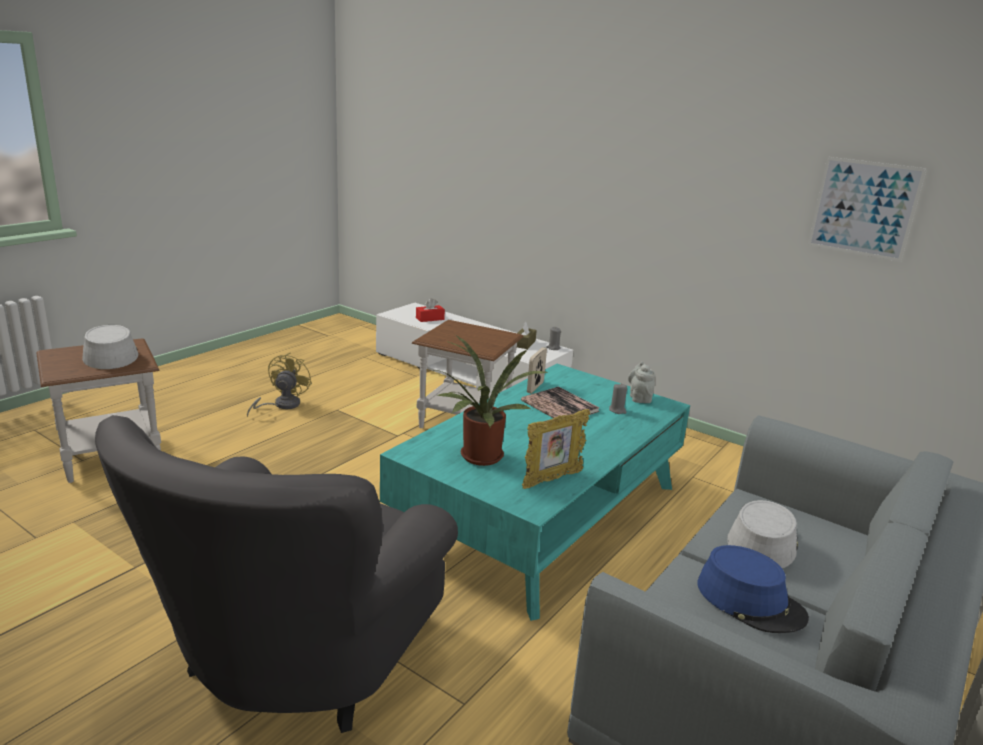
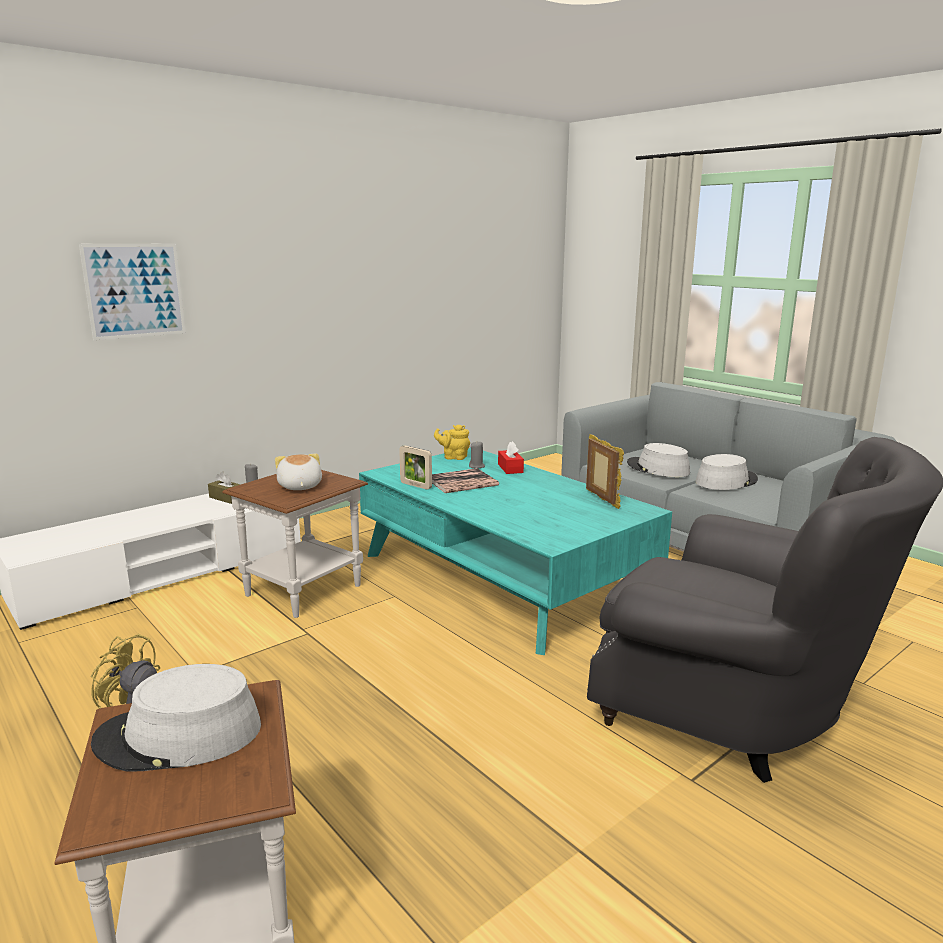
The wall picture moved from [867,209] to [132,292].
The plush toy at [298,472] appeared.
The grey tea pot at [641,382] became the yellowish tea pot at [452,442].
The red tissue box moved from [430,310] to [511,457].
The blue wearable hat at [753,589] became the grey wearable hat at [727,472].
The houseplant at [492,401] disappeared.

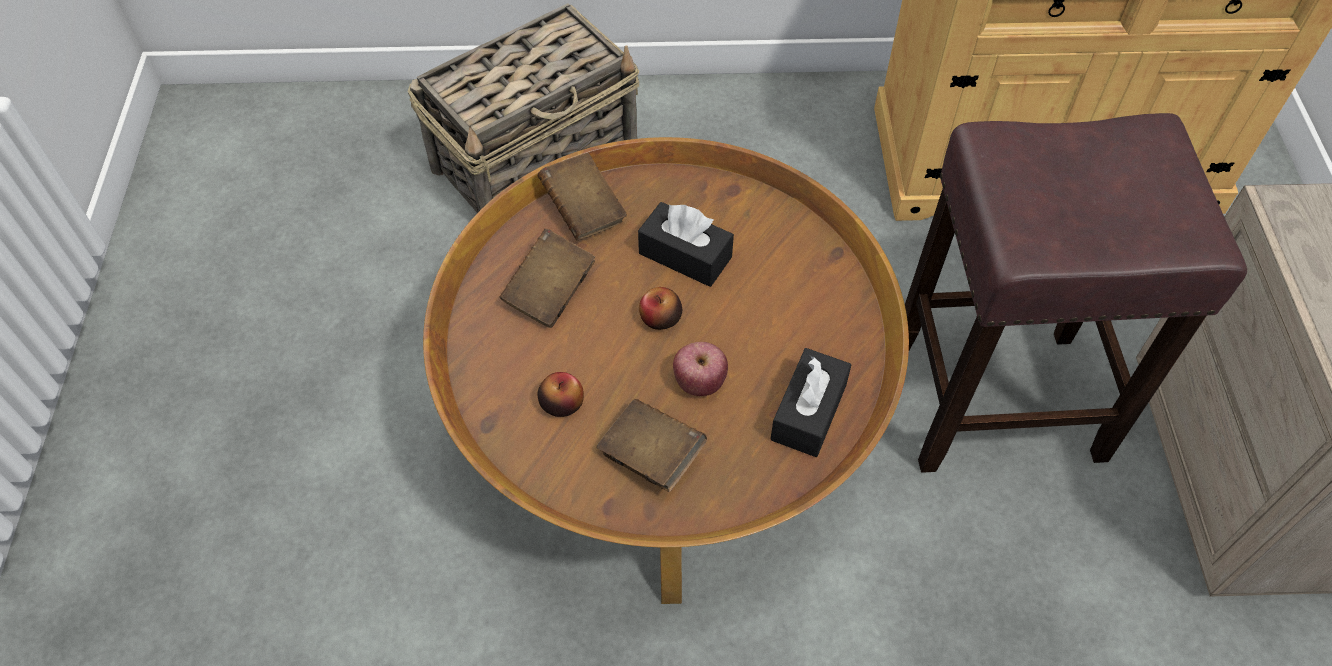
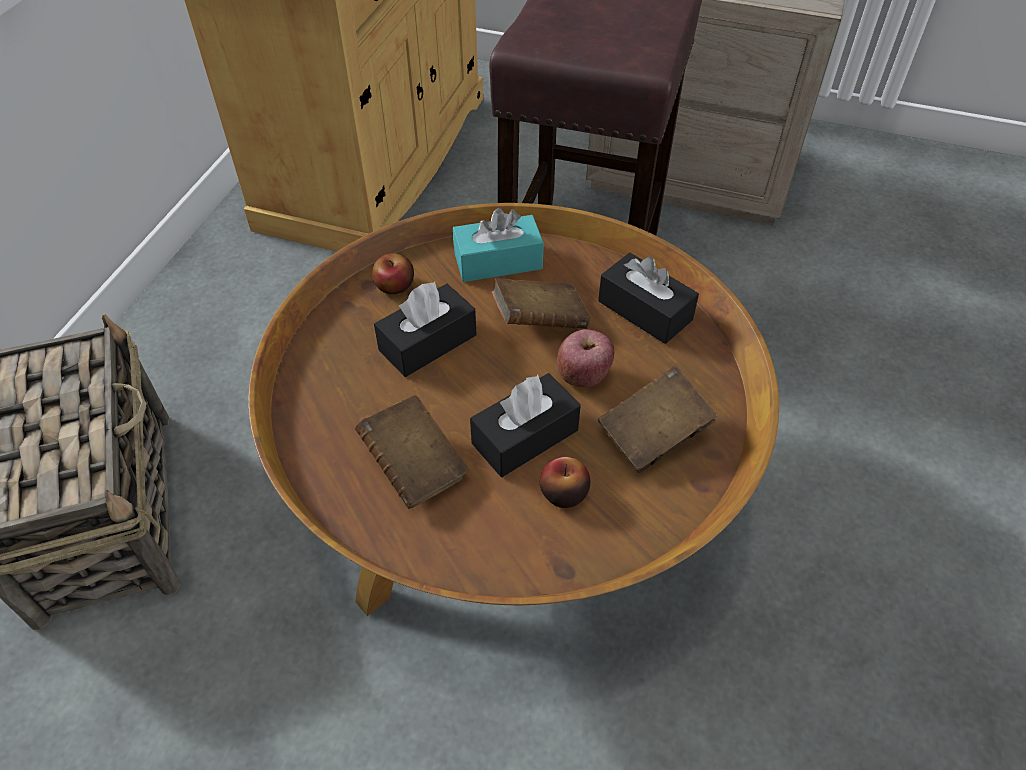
The whole apple moved from [660,308] to [393,273].
The turquoise tissue box at [498,245] appeared.
The black-coloured tissue box at [525,425] appeared.
The brownish volume moved from [582,196] to [541,303].

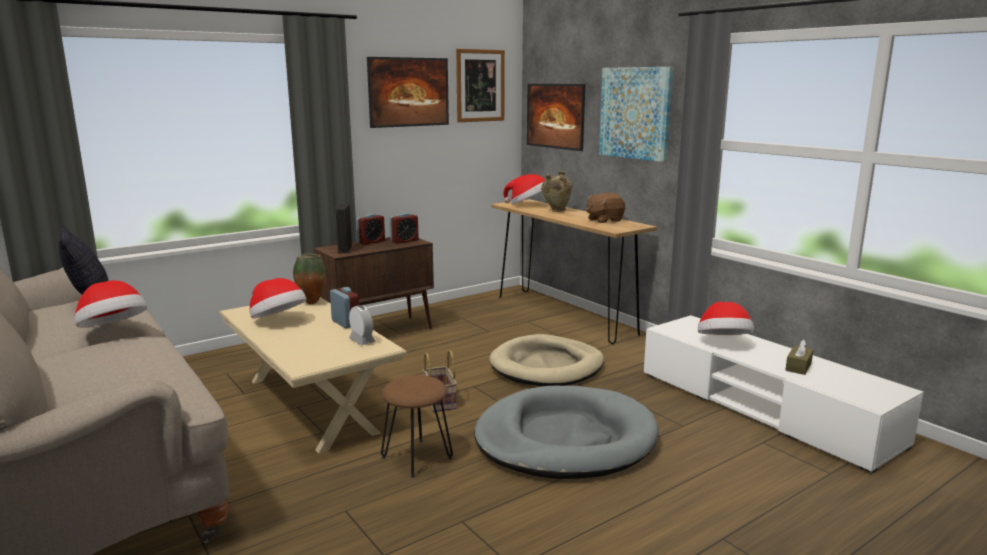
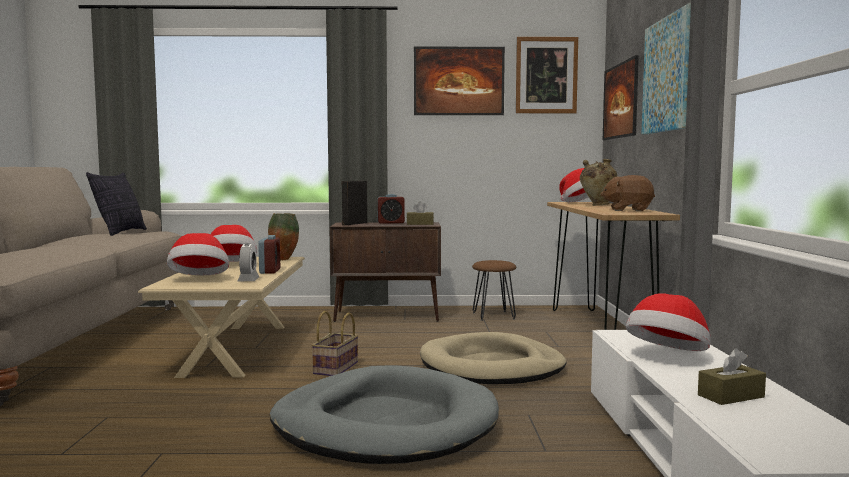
The wearable hat moved from [110,304] to [198,254].
The alarm clock at [404,228] was replaced by the brownish tissue box at [420,213].
The brownish stool moved from [417,426] to [494,290].

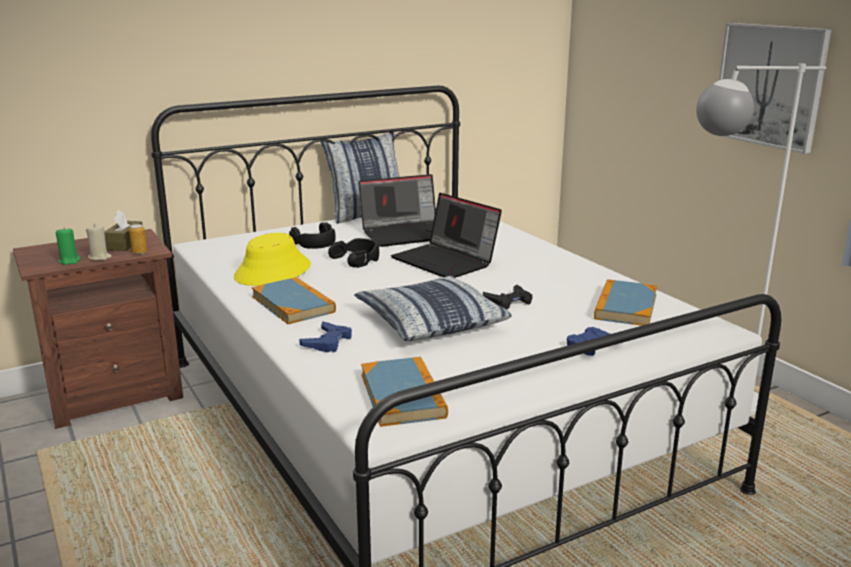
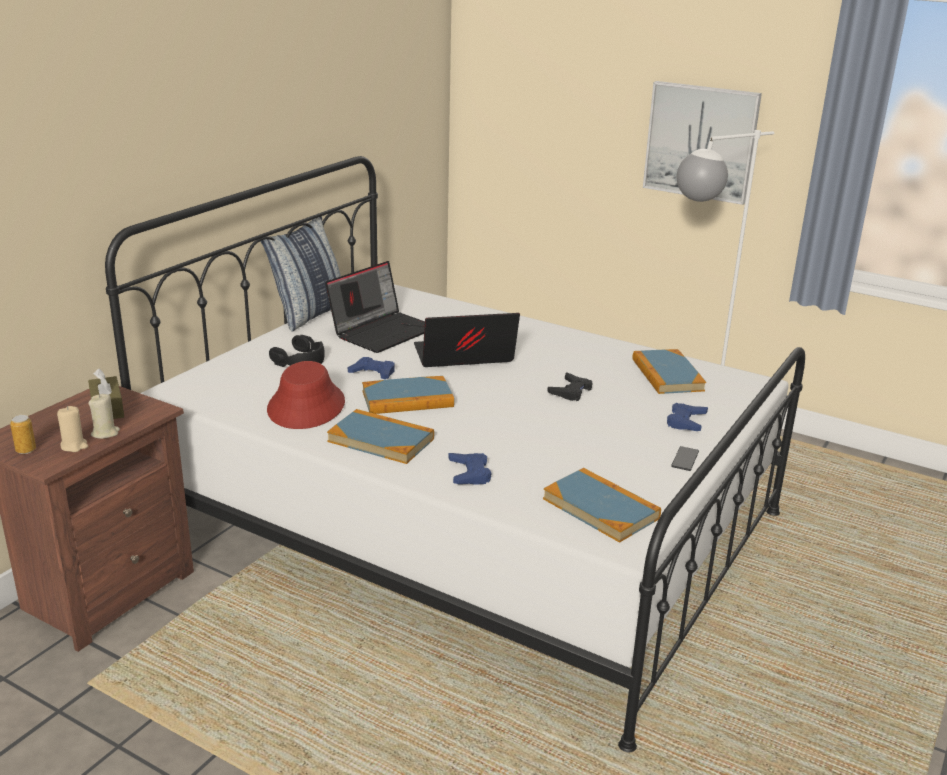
The can moved from [138,239] to [23,434].
The green-coloured wax light at [68,246] became the beige-coloured wax light at [72,429].
The yellowish wearable hat at [272,259] became the red wearable hat at [306,395].
The black-coloured headset at [353,253] was replaced by the blue game controller at [371,368].
The volume at [408,395] appeared.
The laptop at [446,235] turned 150 degrees clockwise.
The phone at [685,458] appeared.
The cushion at [432,308] disappeared.

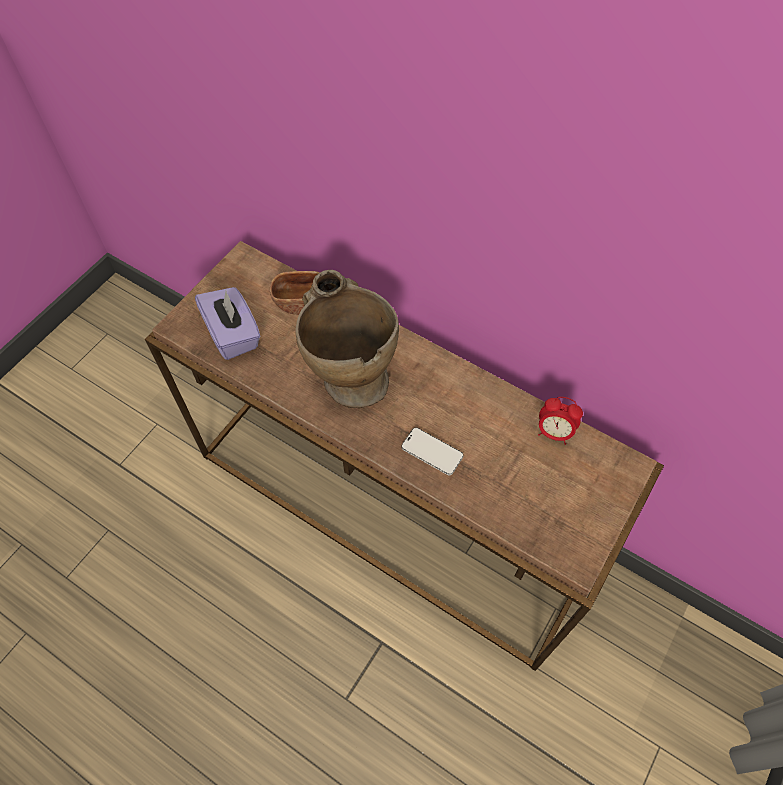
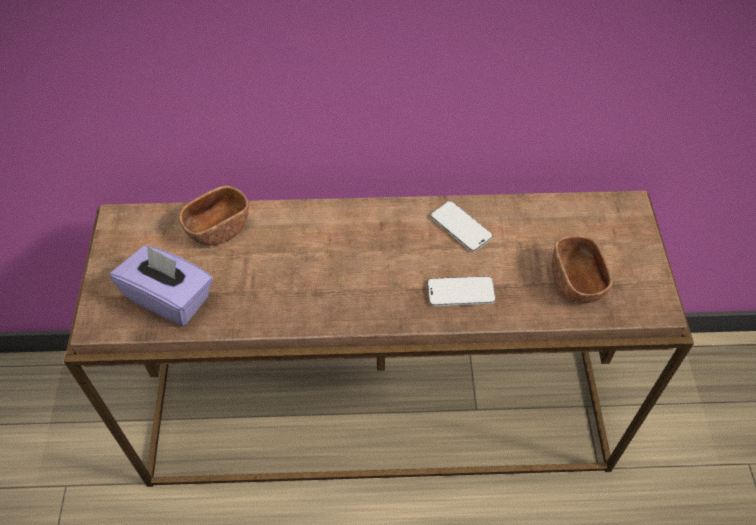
The phone at [462,226] appeared.
The brownish serving bowl at [582,269] appeared.
The beige-coloured flower vase at [347,339] disappeared.
The alarm clock at [560,421] disappeared.

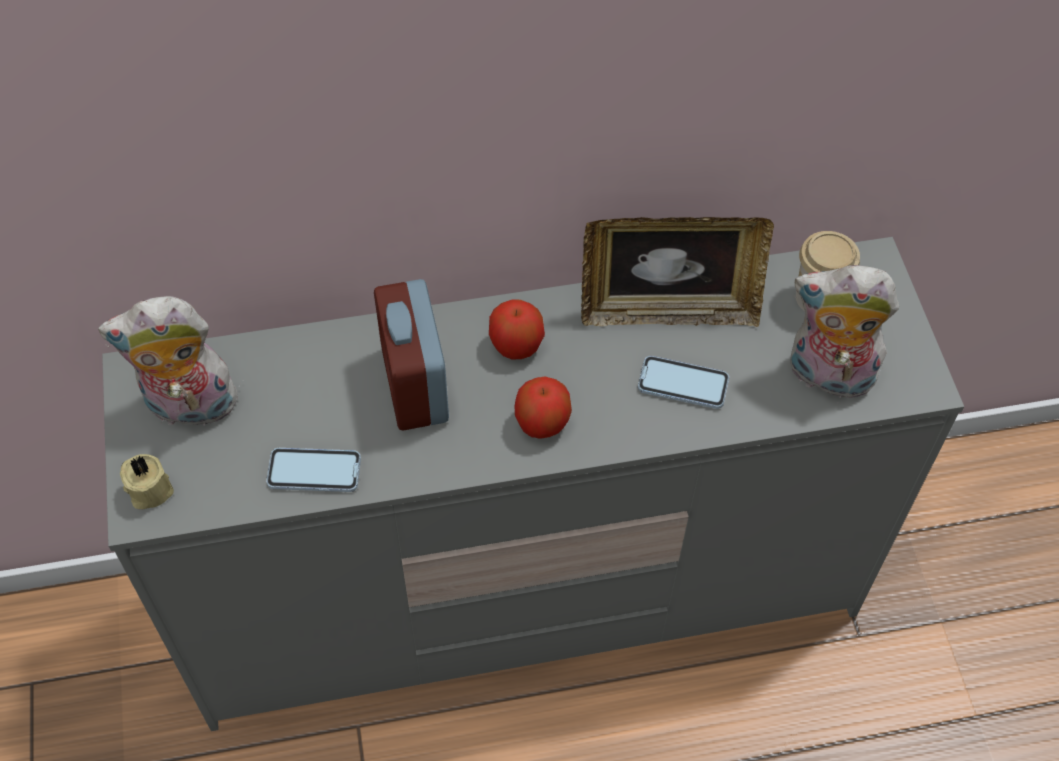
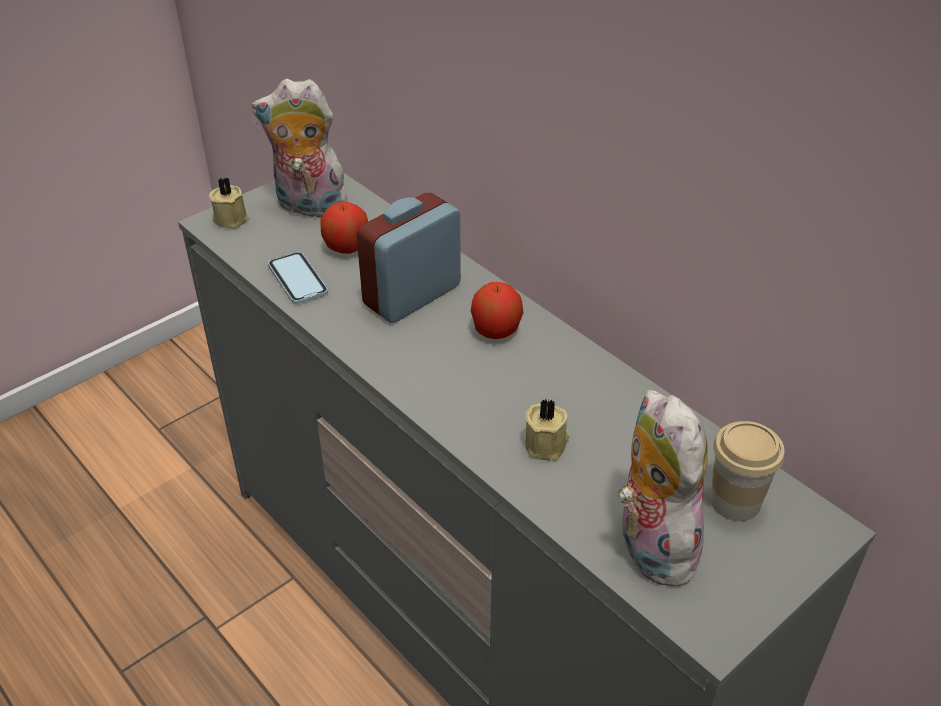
The plush toy at [169,364] turned 45 degrees counterclockwise.
The whole apple moved from [543,407] to [344,227].
The phone at [683,382] was replaced by the beige-coloured wax light at [547,429].
The photo frame at [677,272] disappeared.

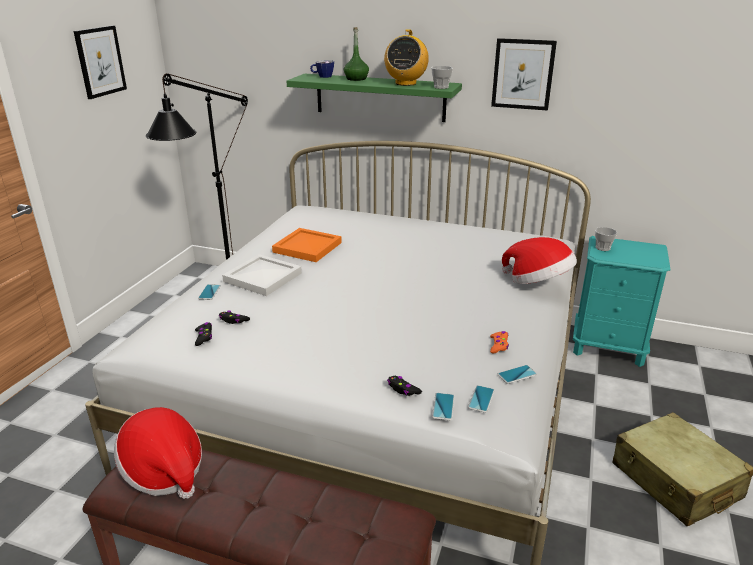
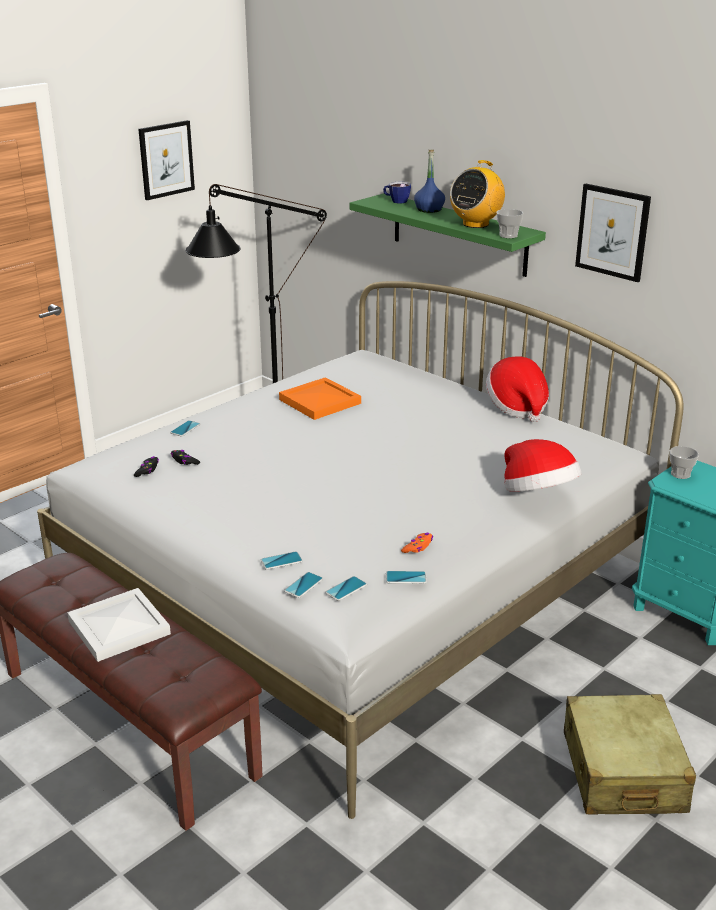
The white serving tray moved from [262,275] to [119,625].
The black-coloured game controller at [404,386] was replaced by the phone at [282,560].
The green-coloured beverage bottle at [356,54] became the blue beverage bottle at [429,181].
The wearable hat moved from [158,453] to [517,389].

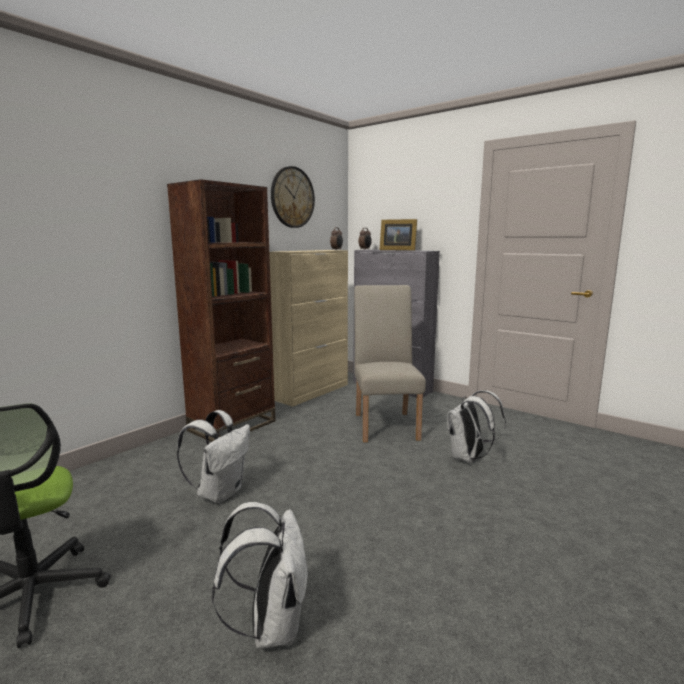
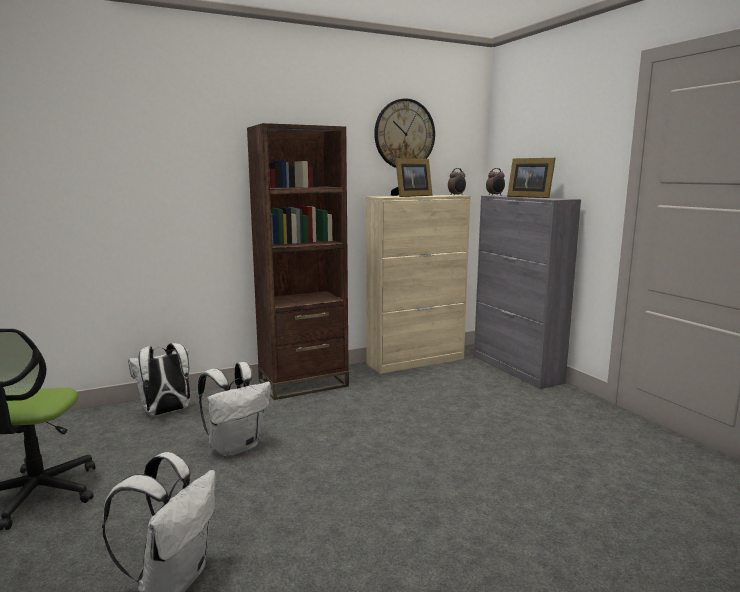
The white backpack moved from [476,426] to [159,379].
The photo frame at [411,177] appeared.
The beige-coloured upright chair at [390,363] disappeared.

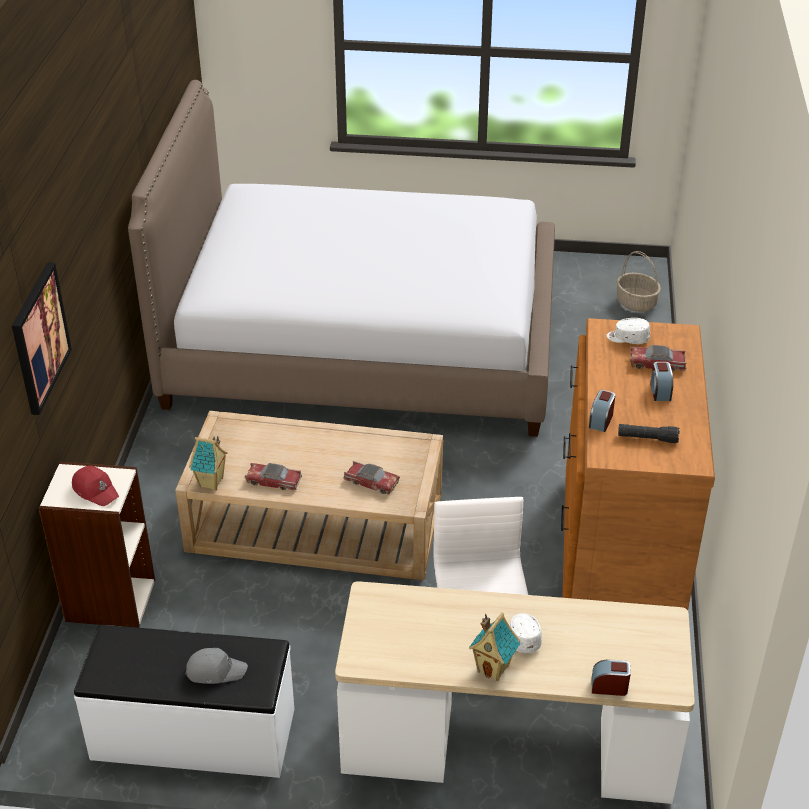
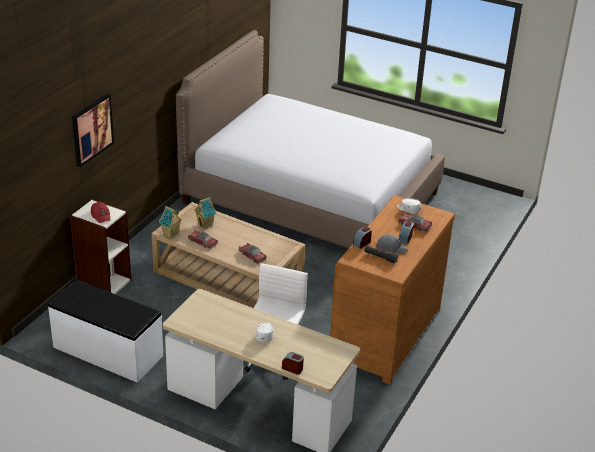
The miniature house moved from [494,647] to [205,213].
The grey peaked cap moved from [217,666] to [392,244].
The basket at [639,281] disappeared.

